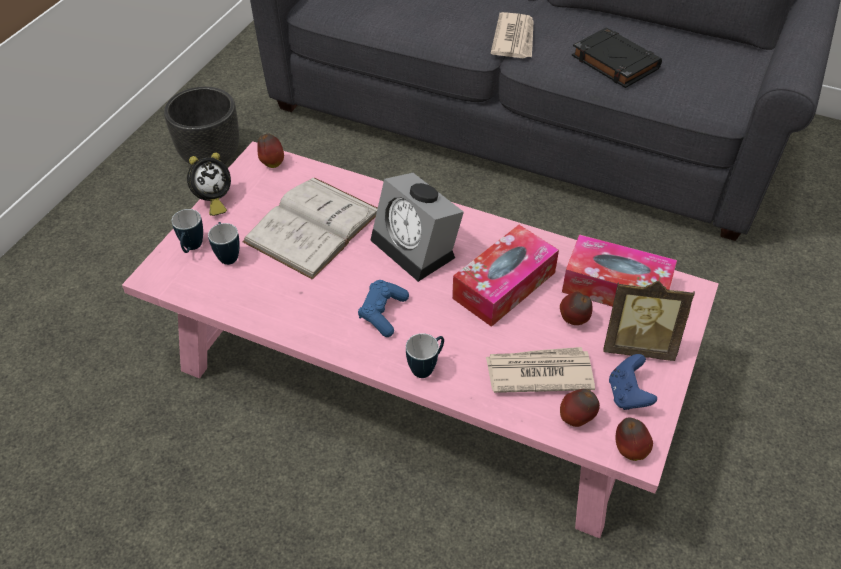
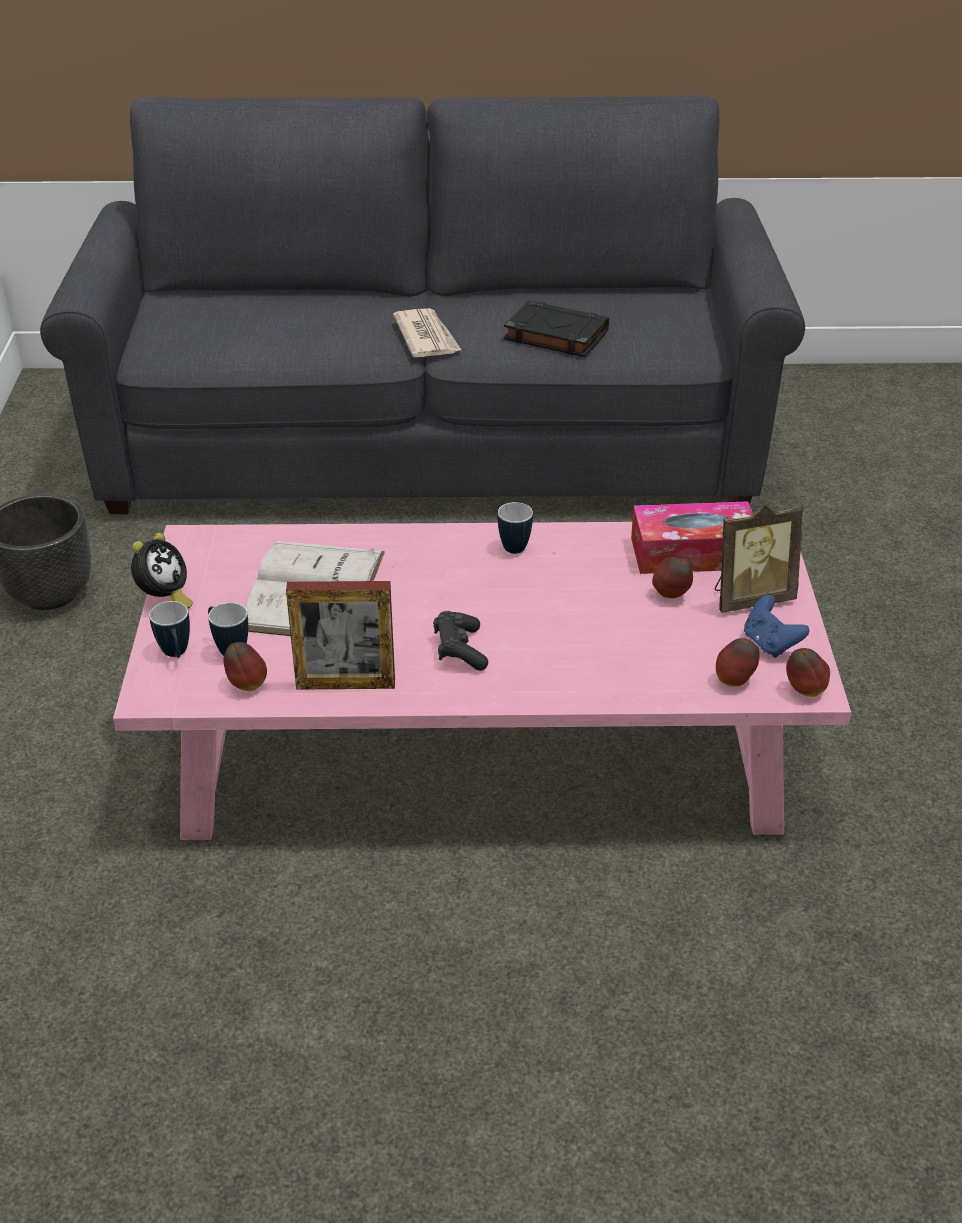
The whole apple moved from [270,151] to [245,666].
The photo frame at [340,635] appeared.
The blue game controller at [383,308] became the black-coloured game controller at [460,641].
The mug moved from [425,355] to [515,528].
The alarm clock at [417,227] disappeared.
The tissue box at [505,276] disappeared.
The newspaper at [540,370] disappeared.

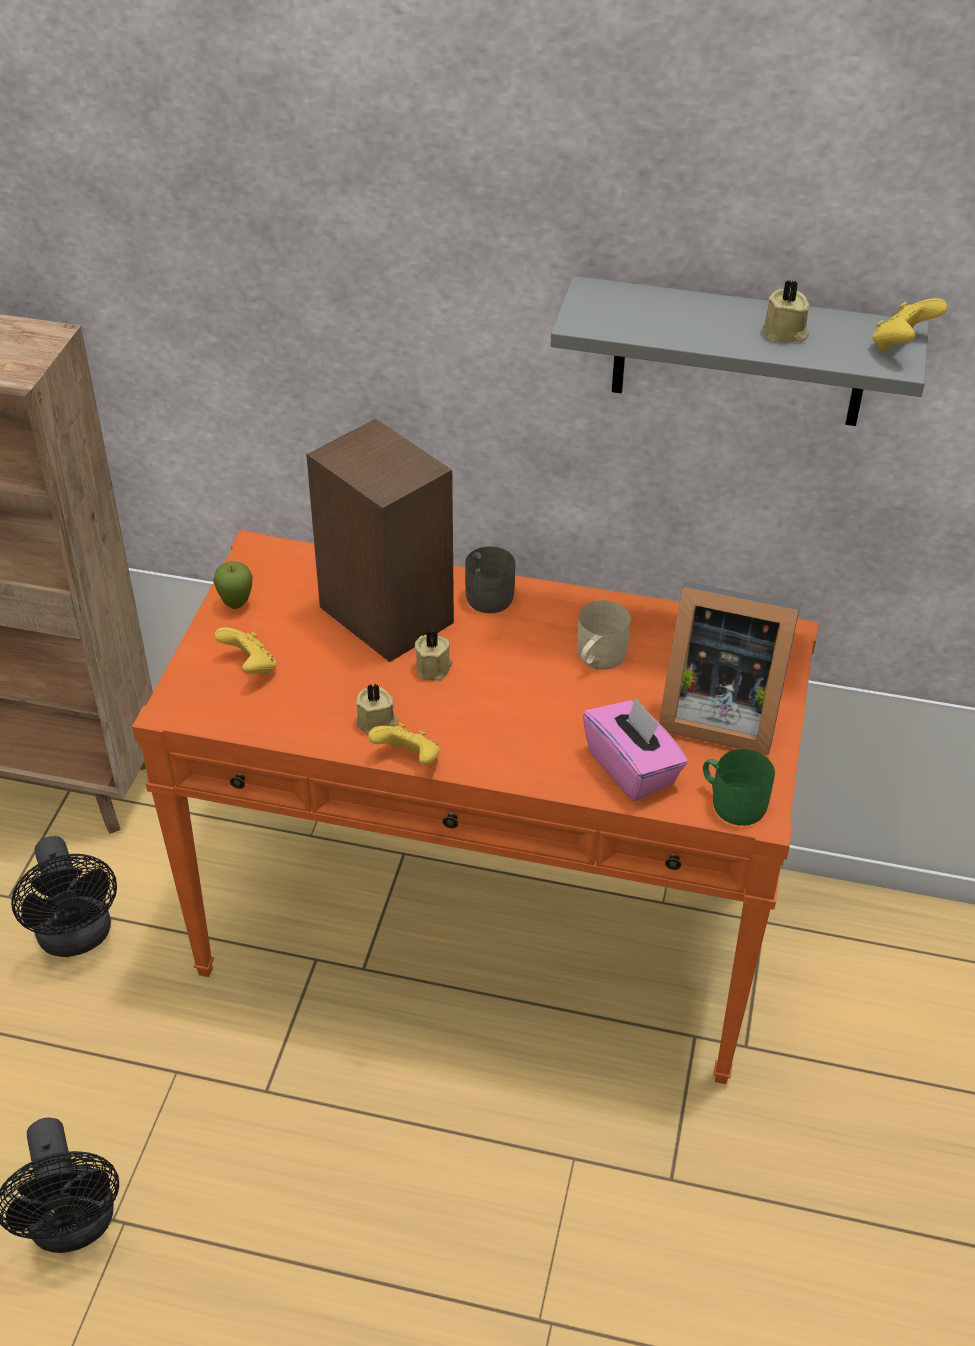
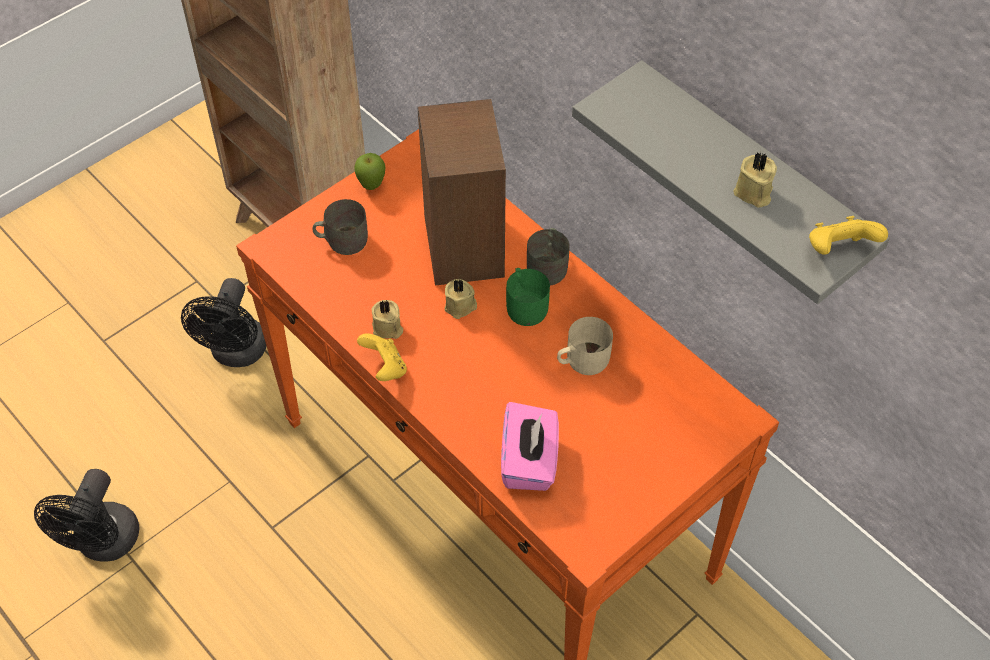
The yellowish game controller at [245,651] was replaced by the grey mug at [340,227].
The green-coloured mug moved from [739,787] to [528,297].
The photo frame at [729,668] disappeared.

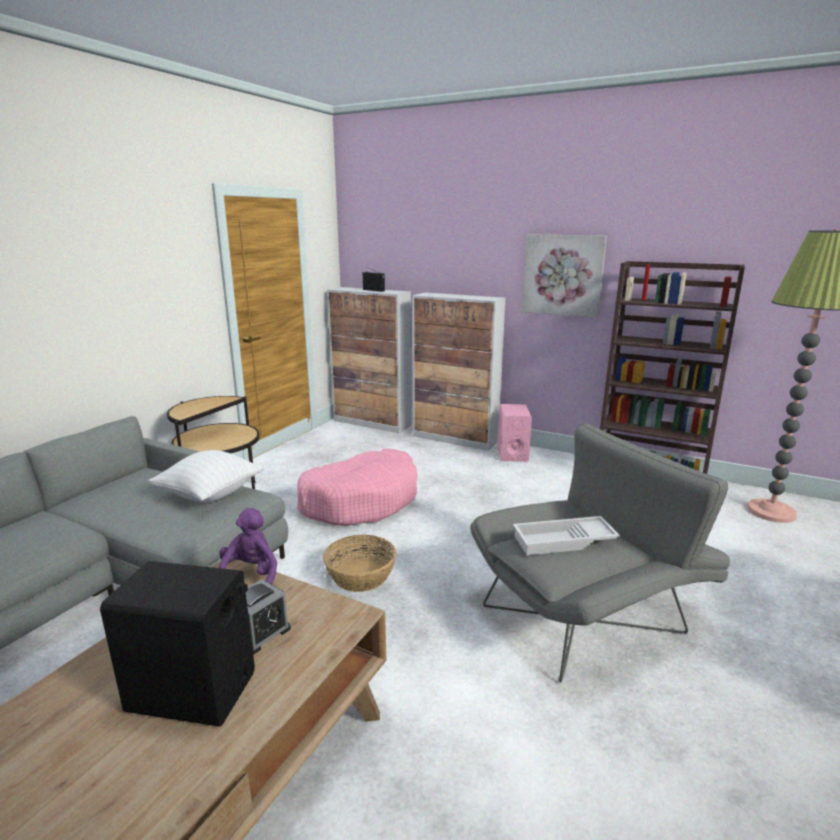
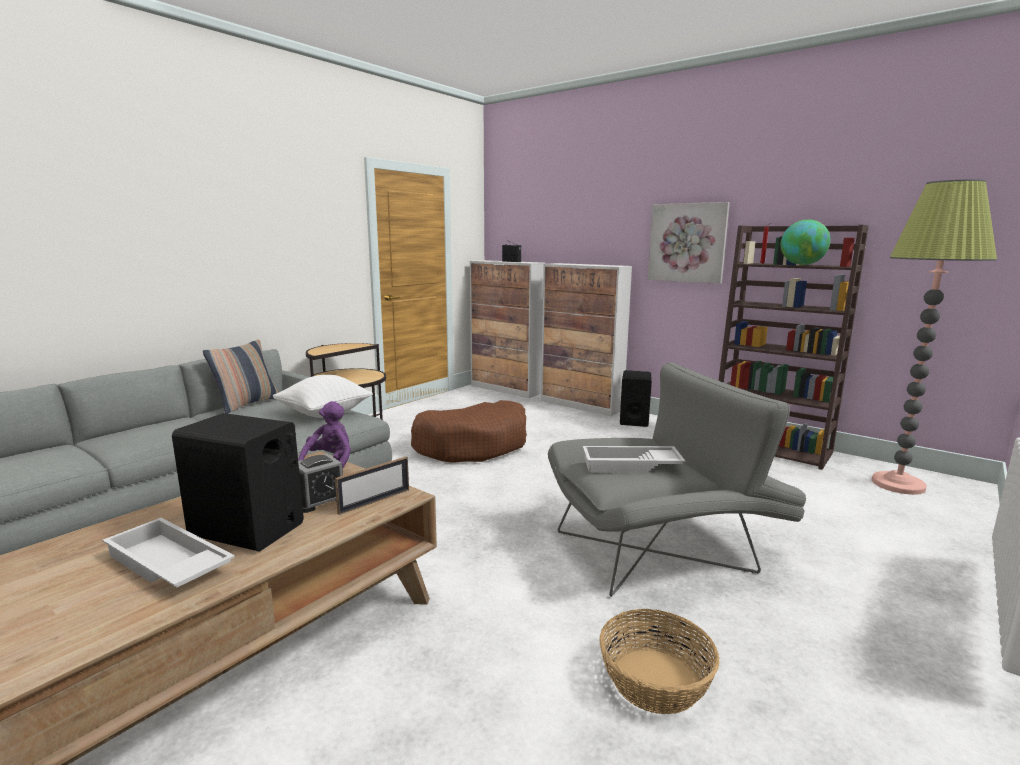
The white serving tray at [168,553] appeared.
The cushion at [241,377] appeared.
The photo frame at [372,486] appeared.
The pink-coloured pet bed at [357,487] became the brownish pet bed at [469,431].
The basket moved from [359,563] to [659,661].
The pink-coloured audio speaker at [514,433] became the black-coloured audio speaker at [636,398].
The globe at [806,242] appeared.

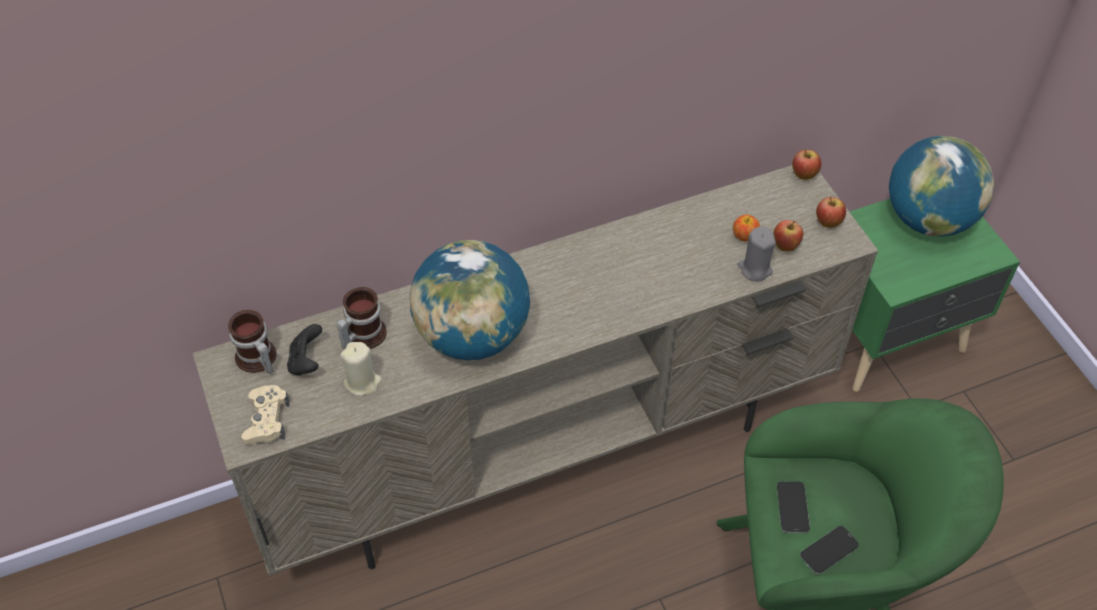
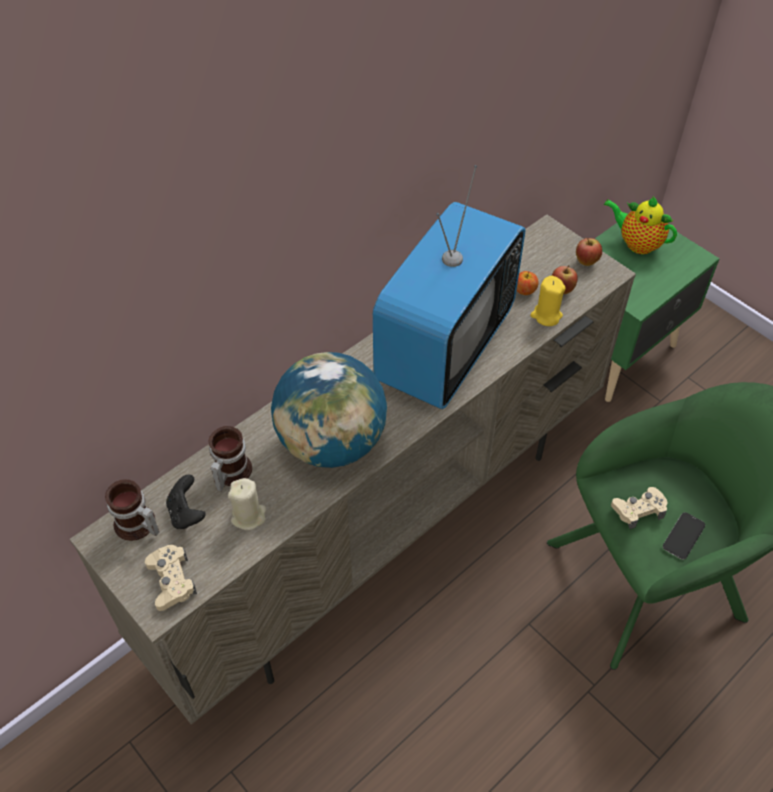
The television at [449,287] appeared.
The grey wax light at [757,254] became the yellowish wax light at [548,301].
The globe at [941,186] was replaced by the tea pot at [640,225].
The phone at [793,507] was replaced by the beige-coloured game controller at [639,508].
The whole apple at [806,165] disappeared.

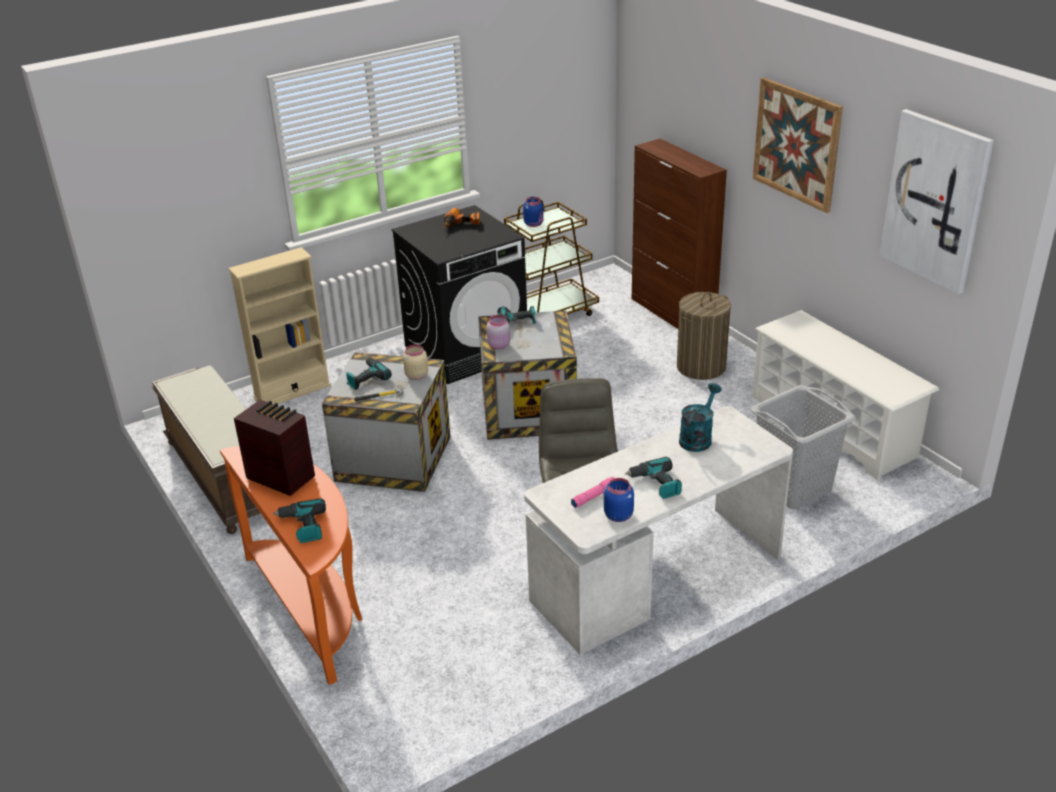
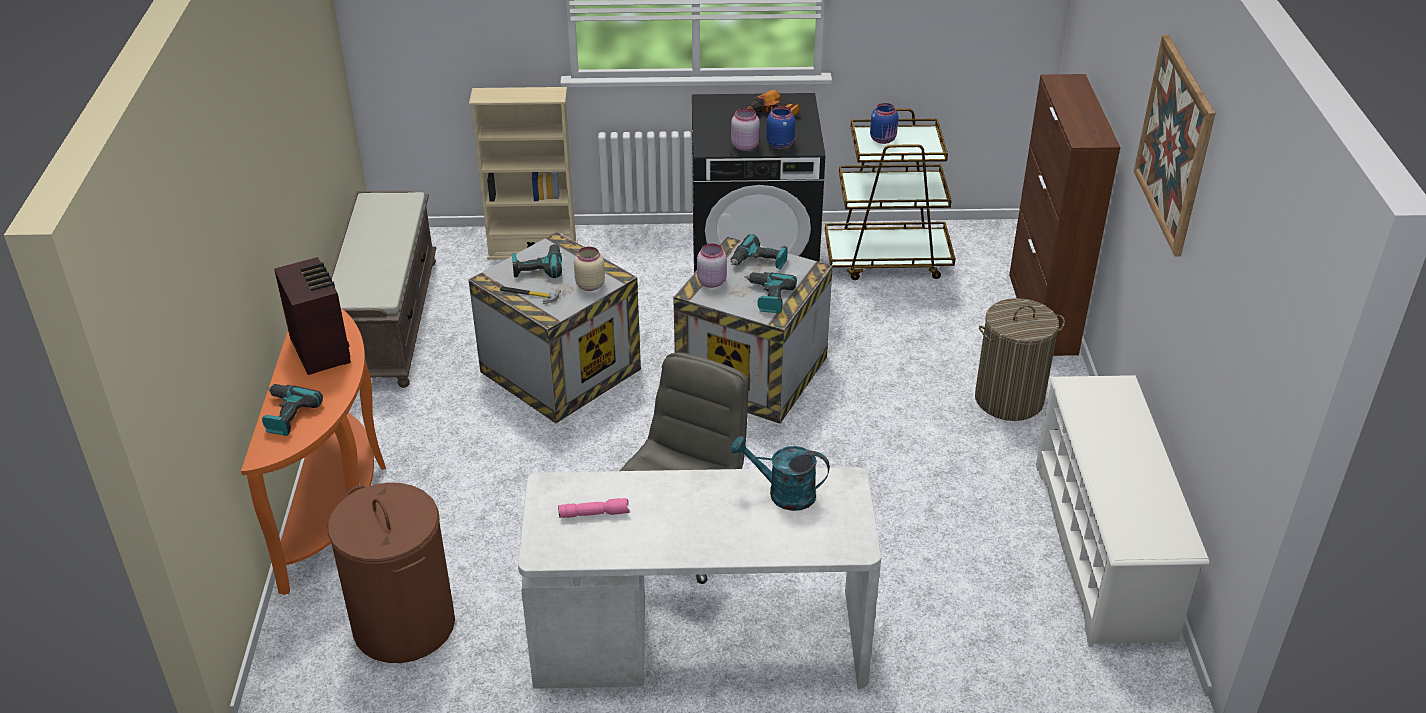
The brownish hamper at [391,573] appeared.
The pink-coloured preserve jar at [745,129] appeared.
The turquoise watering pot at [700,417] turned 135 degrees counterclockwise.
The electric drill moved from [653,478] to [771,292].
The blue preserve jar moved from [619,500] to [780,127].
The grey hamper at [803,447] disappeared.
The wall picture at [937,201] disappeared.

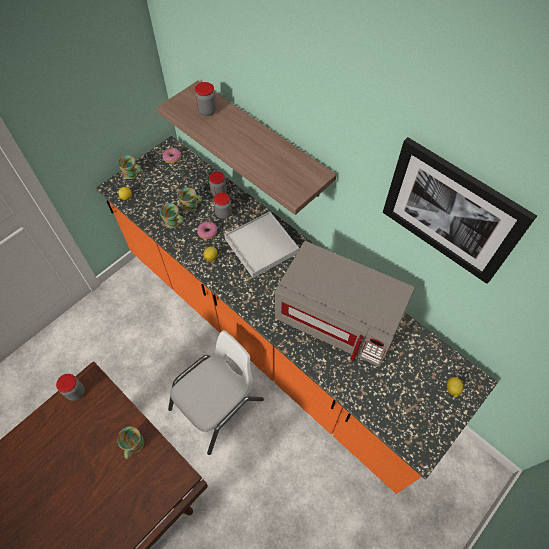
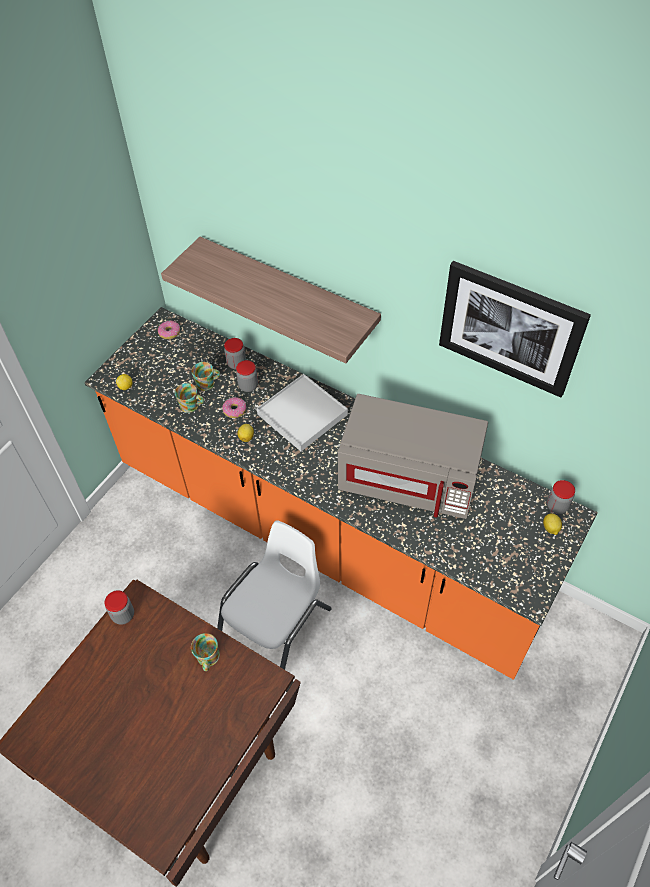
The preserve jar moved from [206,99] to [561,497].
The mug at [129,167] disappeared.

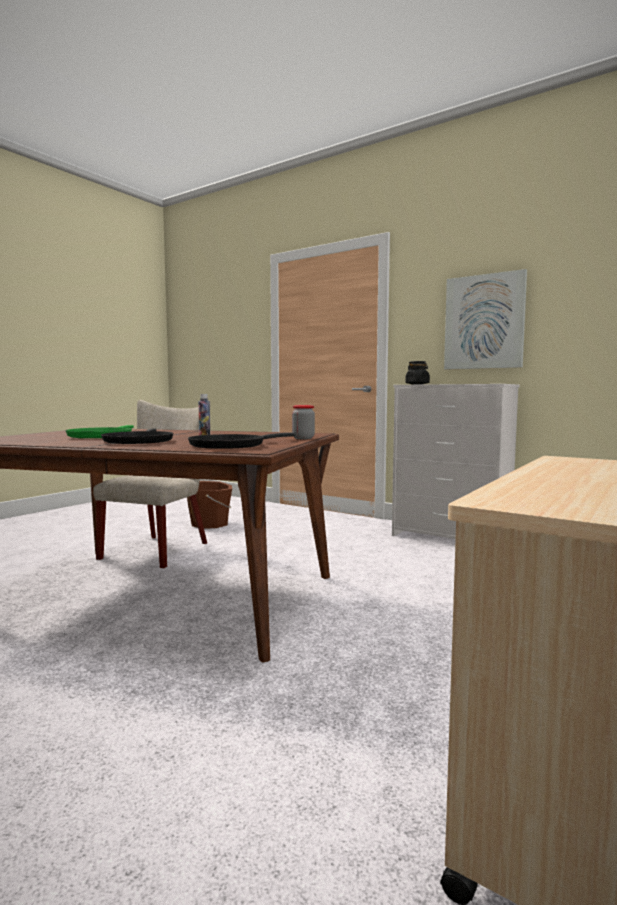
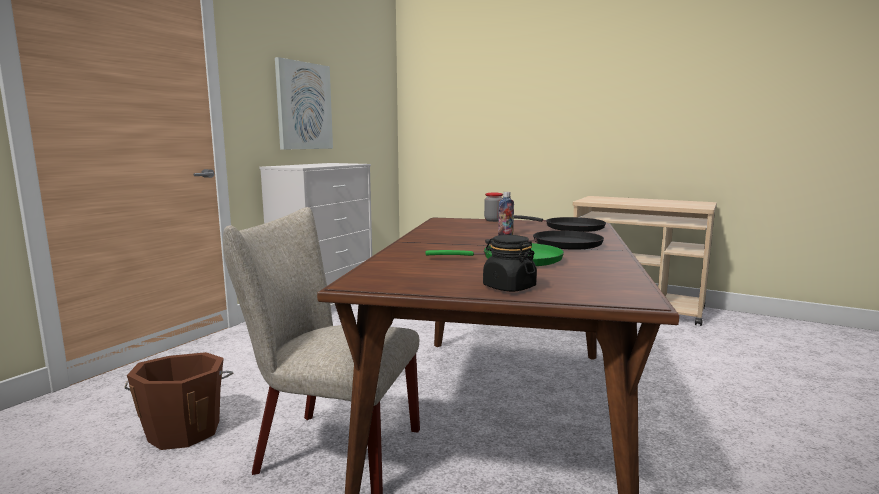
The black-coloured preserve jar moved from [417,373] to [510,263].

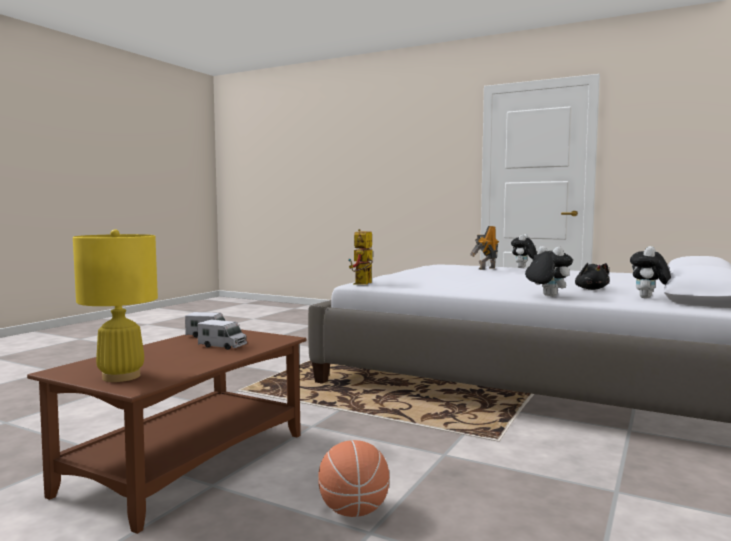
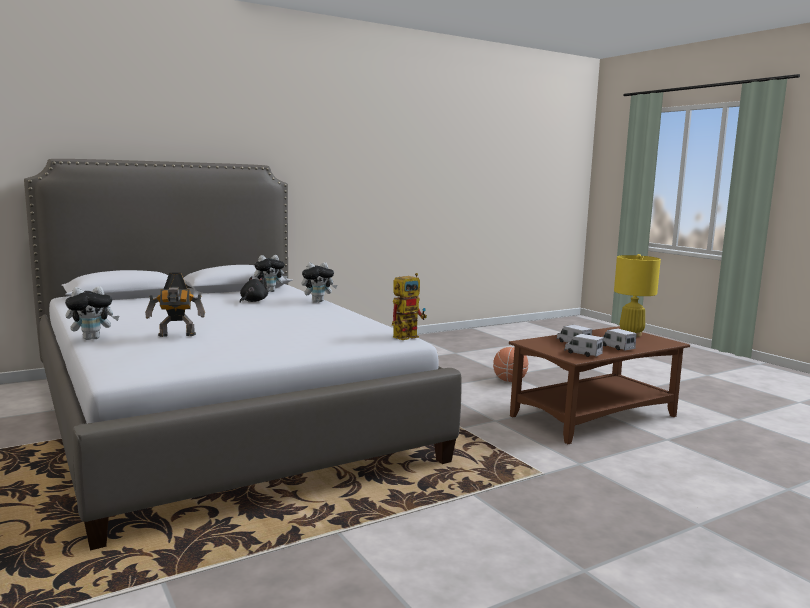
The plush toy at [549,271] turned 105 degrees counterclockwise.
The toy truck at [620,340] appeared.

